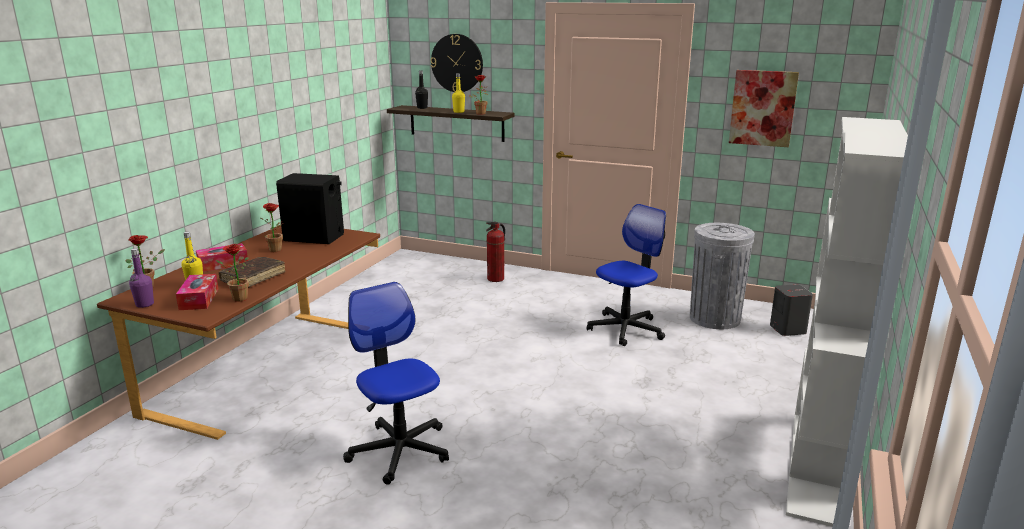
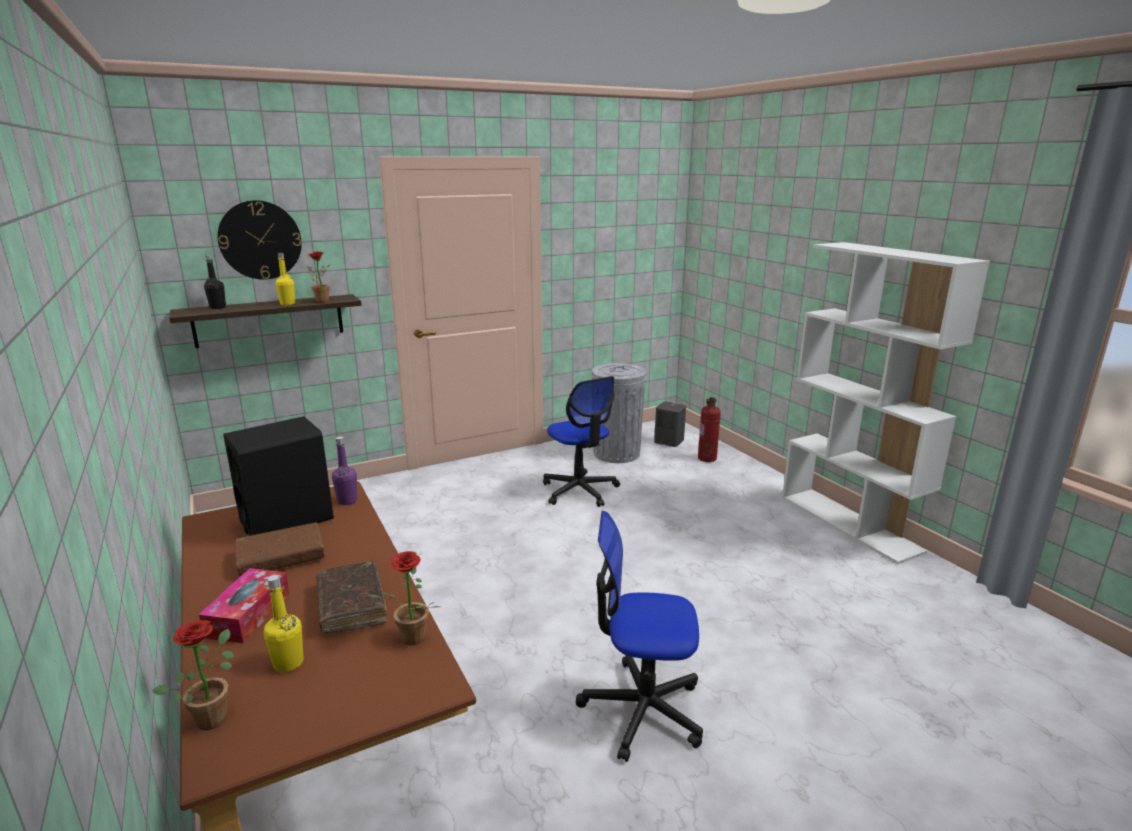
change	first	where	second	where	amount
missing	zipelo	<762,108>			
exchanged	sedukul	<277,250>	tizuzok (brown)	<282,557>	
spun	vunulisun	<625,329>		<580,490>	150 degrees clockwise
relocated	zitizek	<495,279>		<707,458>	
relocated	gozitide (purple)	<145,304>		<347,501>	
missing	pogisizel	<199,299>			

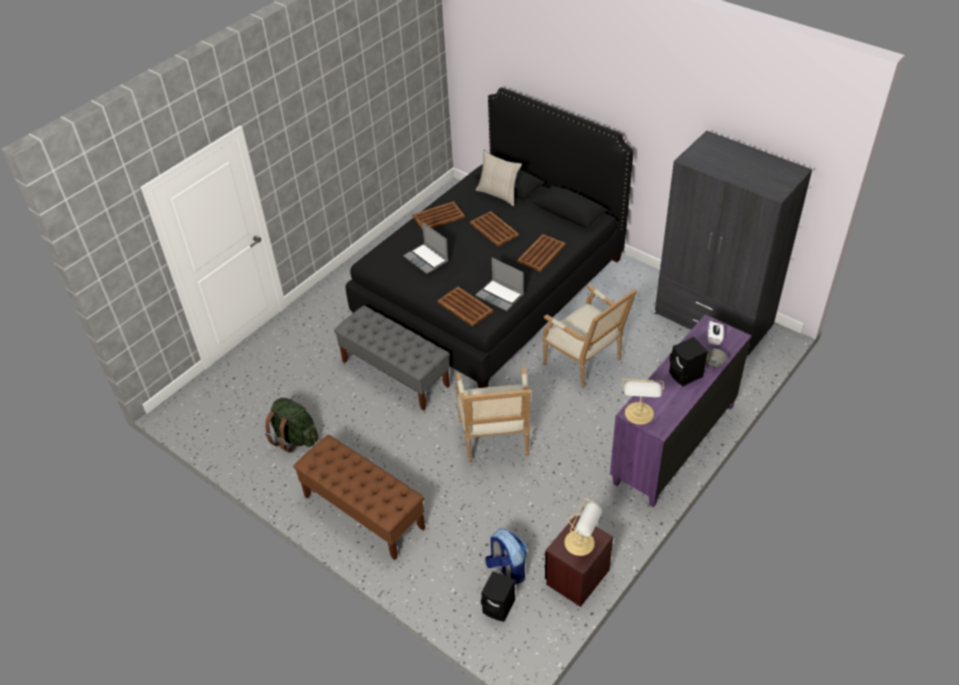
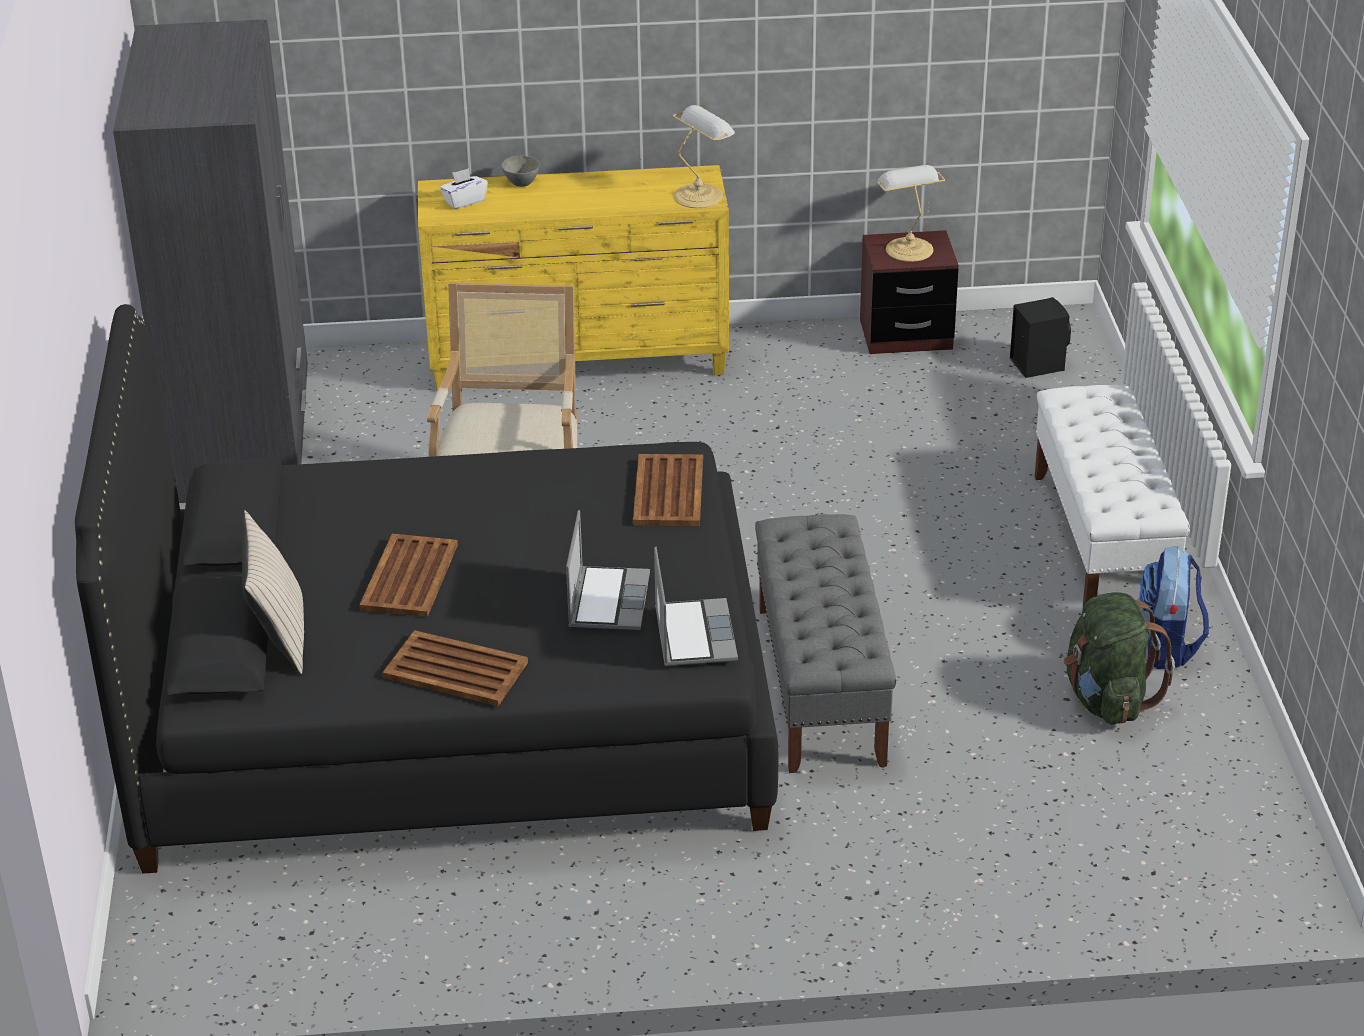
change	first	where	second	where	amount
missing	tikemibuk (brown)	<541,253>			
relocated	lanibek	<500,295>		<693,634>	
colour	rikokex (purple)	<673,444>	rikokex (yellow)	<580,362>	
missing	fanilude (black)	<686,375>			
missing	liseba	<496,441>			
colour	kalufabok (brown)	<363,512>	kalufabok (white)	<1102,542>	
relocated	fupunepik	<507,569>		<1166,647>	

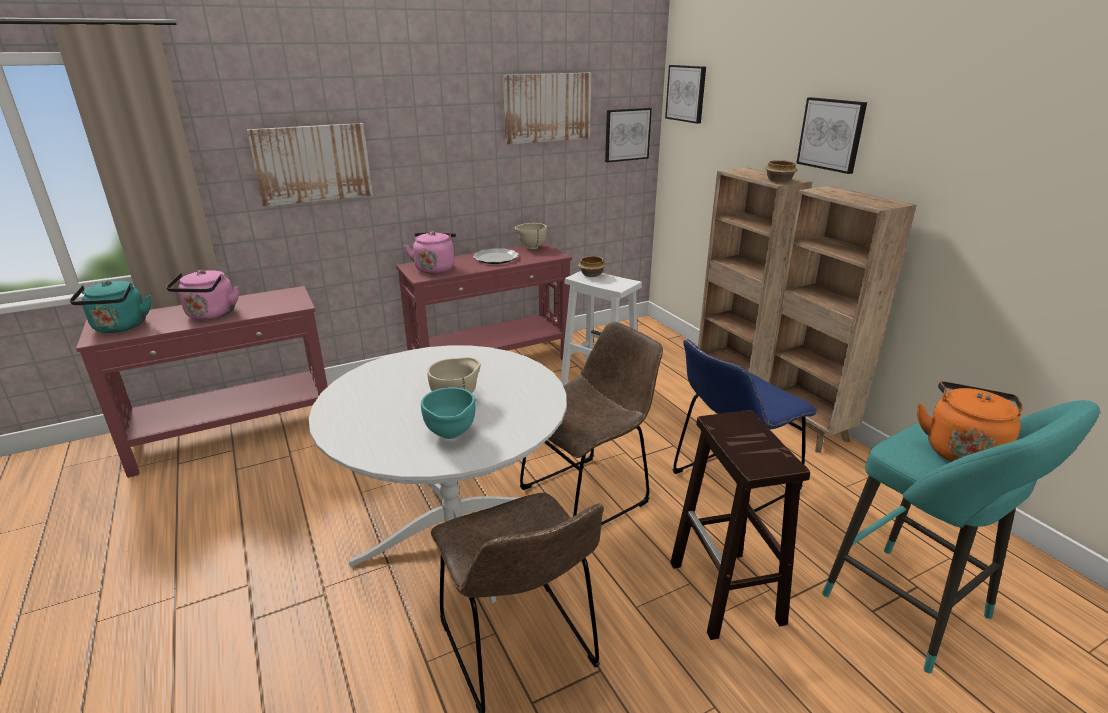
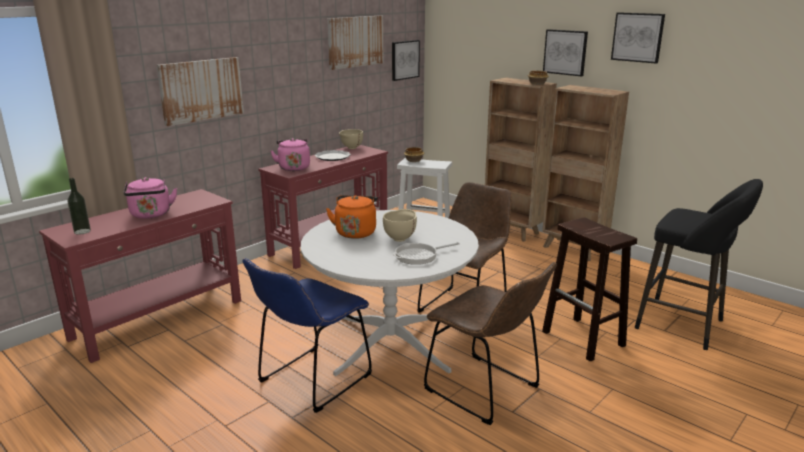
change	first	where	second	where	amount
relocated	zipelo	<686,93>		<637,37>	
exchanged	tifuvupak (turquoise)	<120,328>	gozitide	<82,231>	
relocated	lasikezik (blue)	<730,484>		<311,381>	
relocated	tifuvupak (orange)	<962,450>		<355,232>	
exchanged	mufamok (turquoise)	<450,436>	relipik	<419,256>	
colour	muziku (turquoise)	<914,611>	muziku (black)	<685,326>	

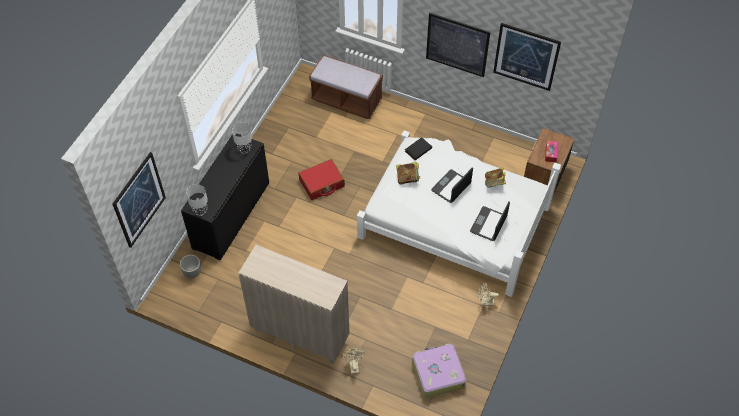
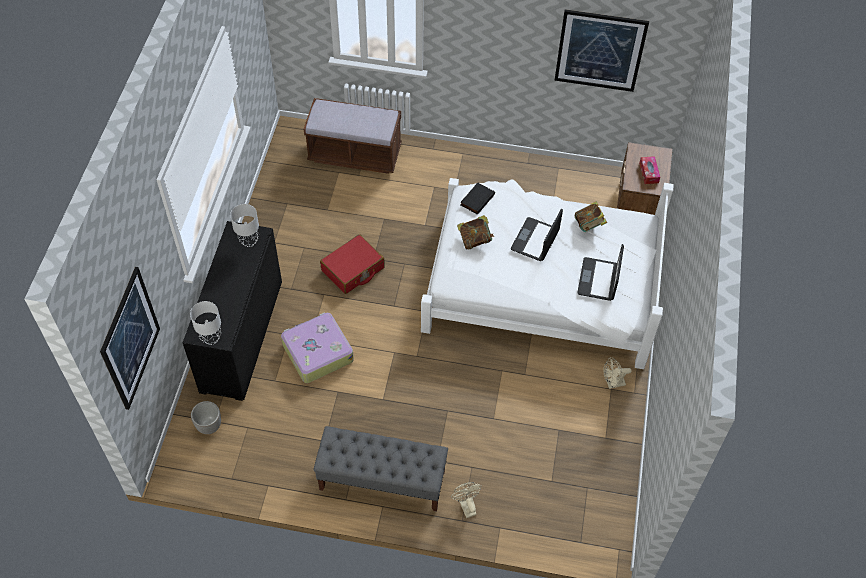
change	first	where	second	where	amount
missing	zipelo	<457,44>			
exchanged	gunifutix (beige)	<299,335>	kalufabok (grey)	<382,480>	
relocated	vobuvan	<437,373>		<317,352>	

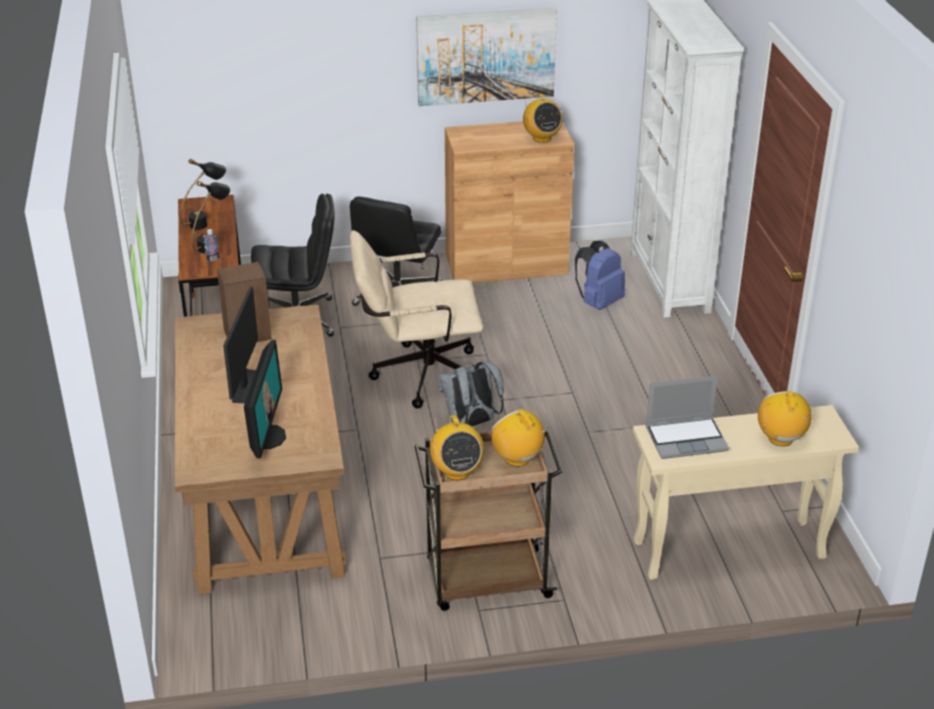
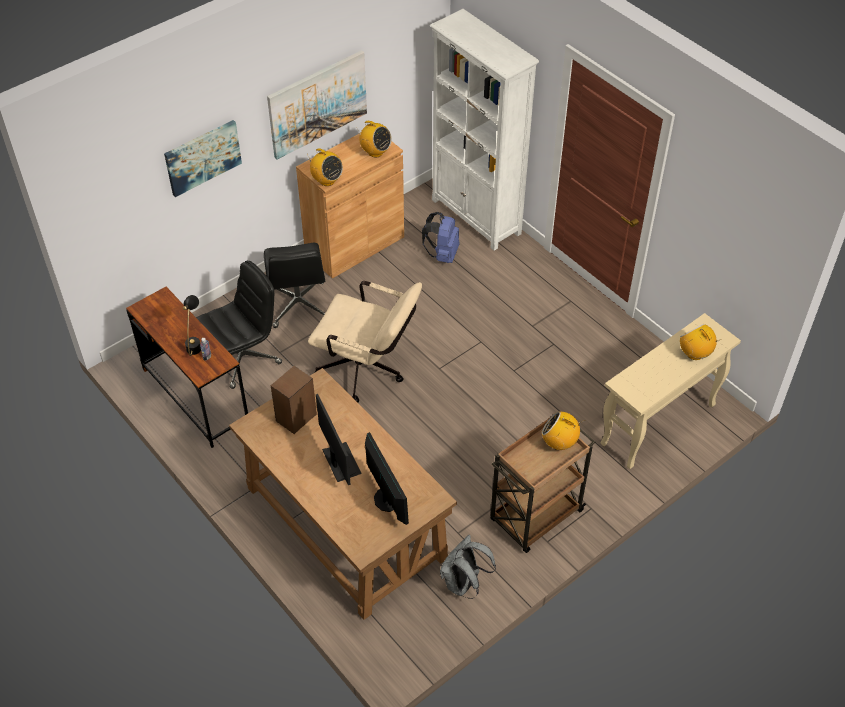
change	first	where	second	where	amount
missing	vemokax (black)	<206,222>			
spun	vunulisun (beige)	<417,375>		<368,371>	120 degrees counterclockwise
relocated	fupunepik (grey)	<471,423>		<463,584>	
missing	lanibek	<687,438>			
relocated	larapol	<457,471>		<327,181>	
appeared			zipelo	<202,157>	

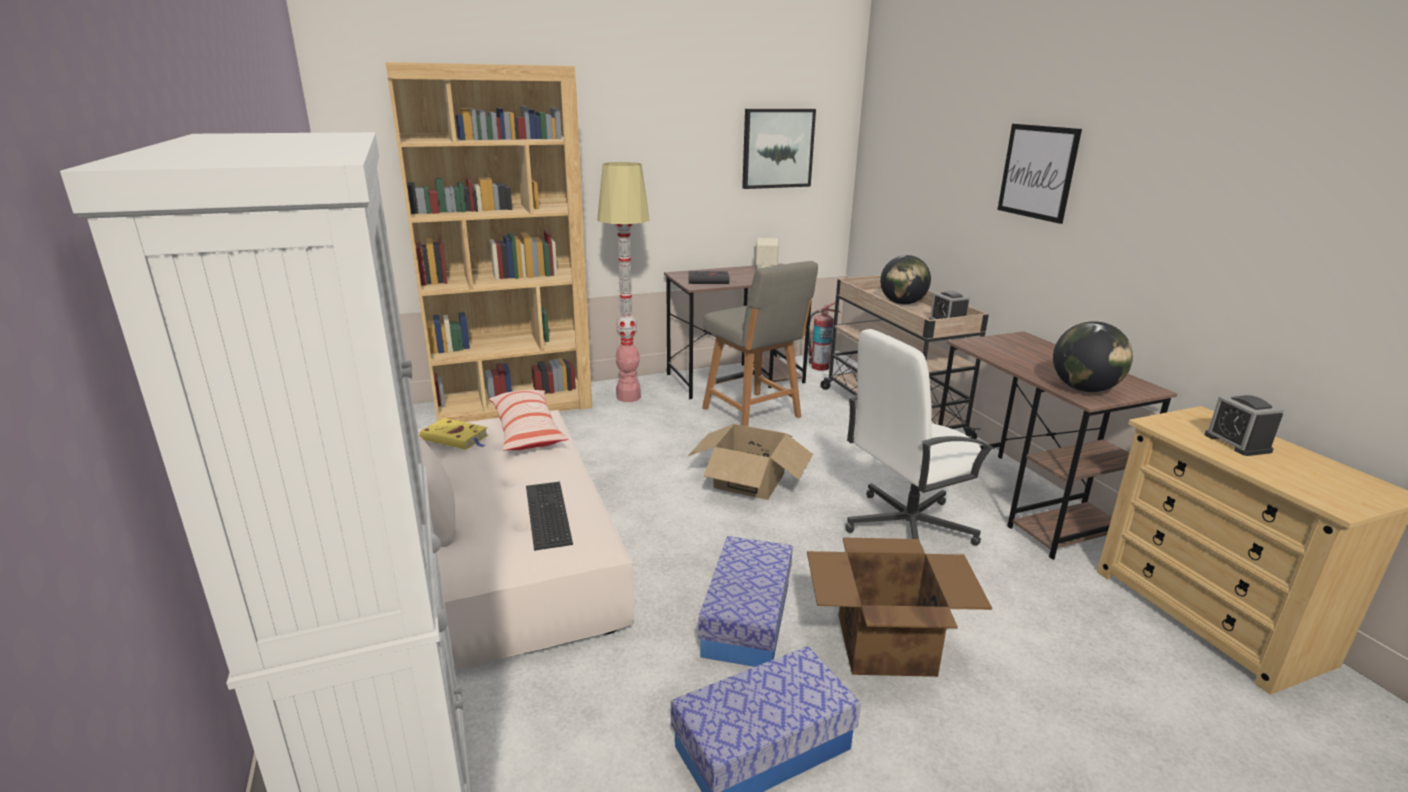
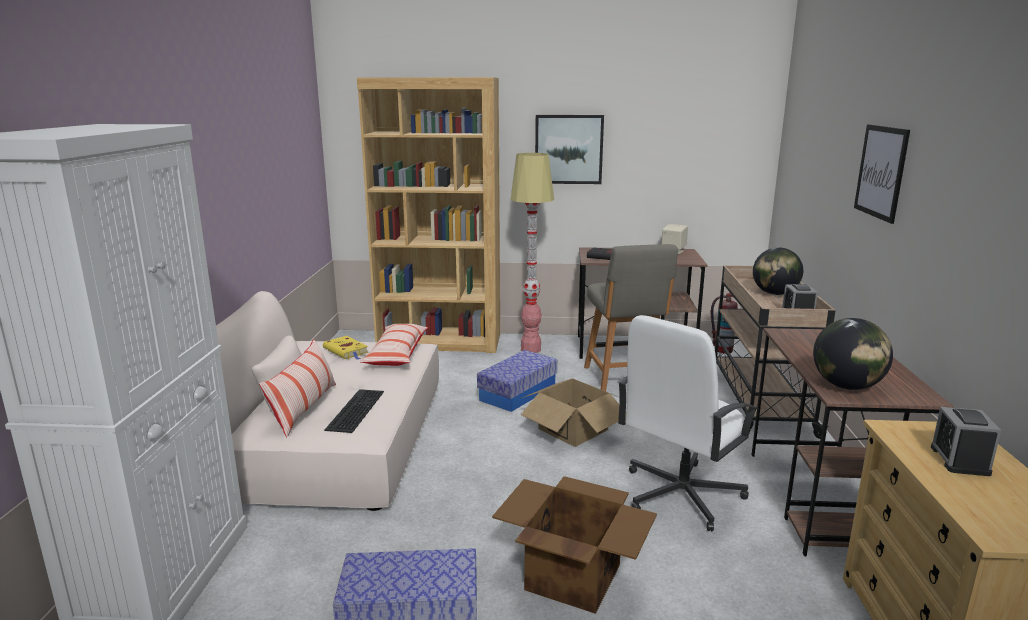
change	first	where	second	where	amount
relocated	zipelo	<777,148>		<568,149>	
spun	vunulisun (white)	<906,527>		<680,495>	45 degrees counterclockwise
relocated	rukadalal	<746,619>		<518,393>	
appeared			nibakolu	<304,408>	

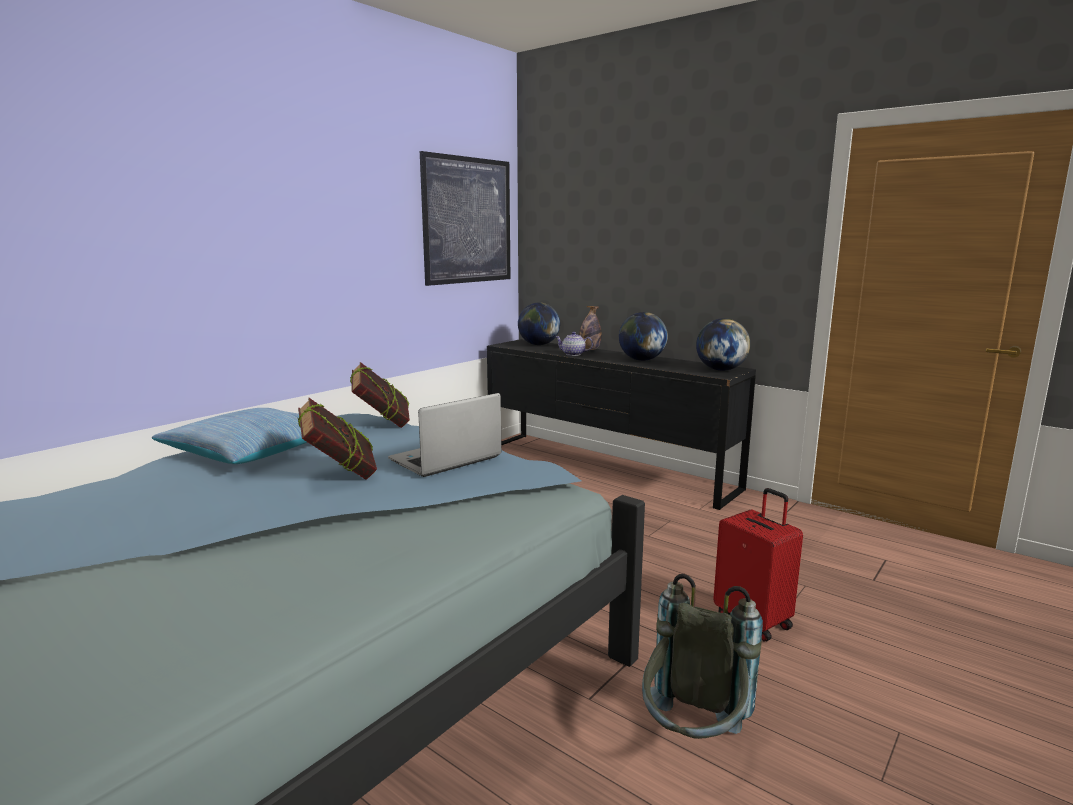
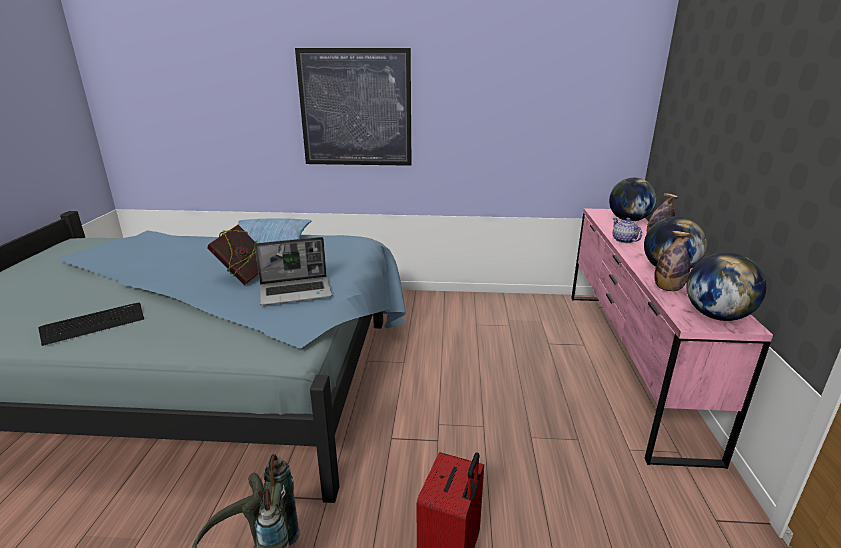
change	first	where	second	where	amount
relocated	zipelo	<467,220>		<355,108>	
colour	rikokex (black)	<605,467>	rikokex (pink)	<629,361>	
missing	tizuzok	<382,425>			
spun	lanibek	<445,460>		<296,292>	150 degrees clockwise
appeared			gozitide	<667,289>	
appeared			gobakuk	<93,324>	

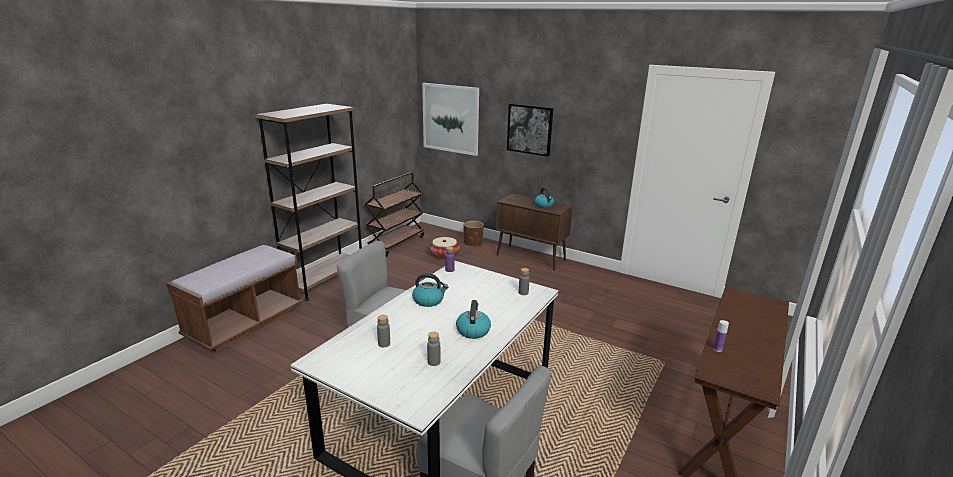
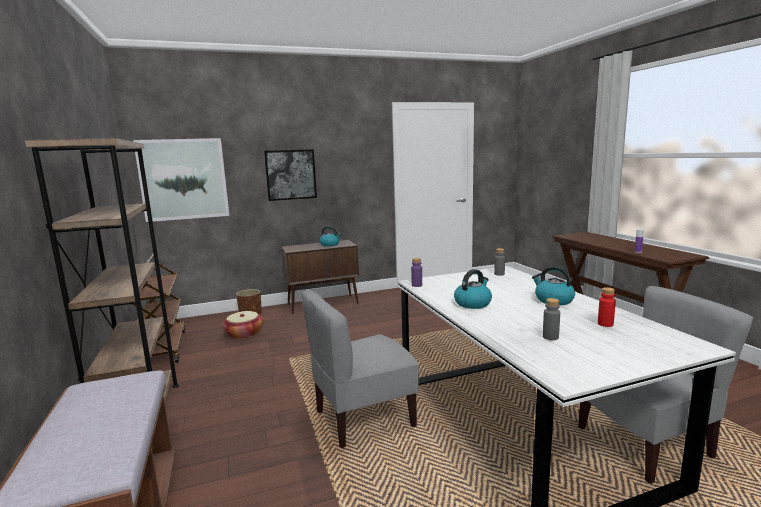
change	first	where	second	where	amount
colour	gozitide (grey)	<434,362>	gozitide (red)	<605,324>	

